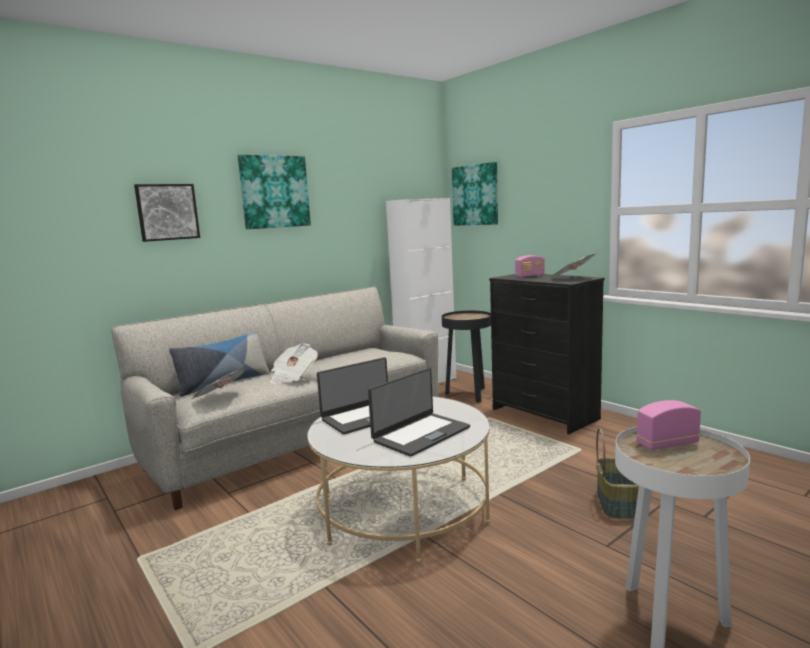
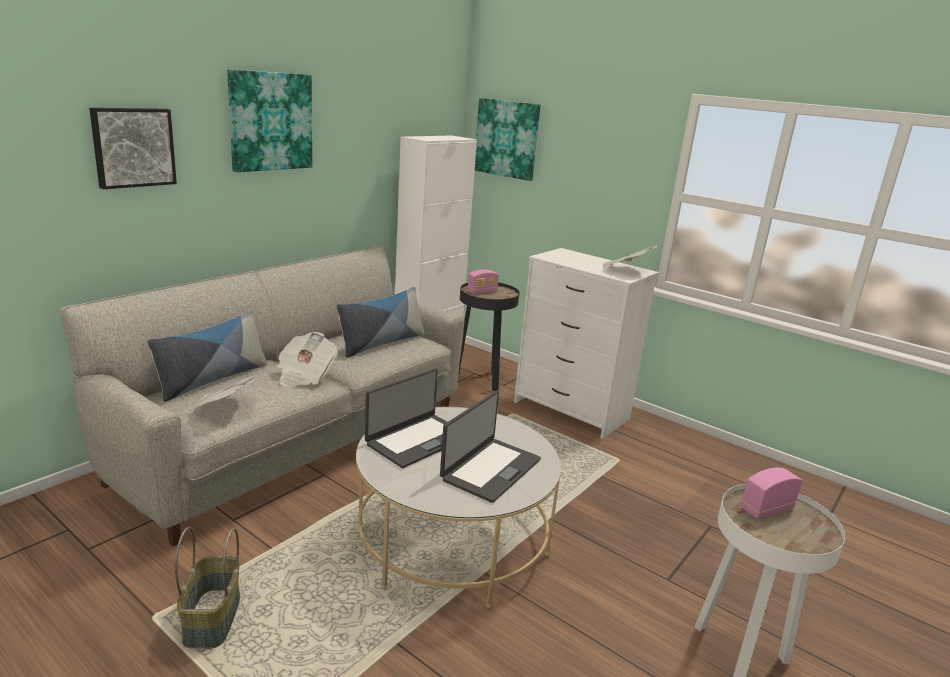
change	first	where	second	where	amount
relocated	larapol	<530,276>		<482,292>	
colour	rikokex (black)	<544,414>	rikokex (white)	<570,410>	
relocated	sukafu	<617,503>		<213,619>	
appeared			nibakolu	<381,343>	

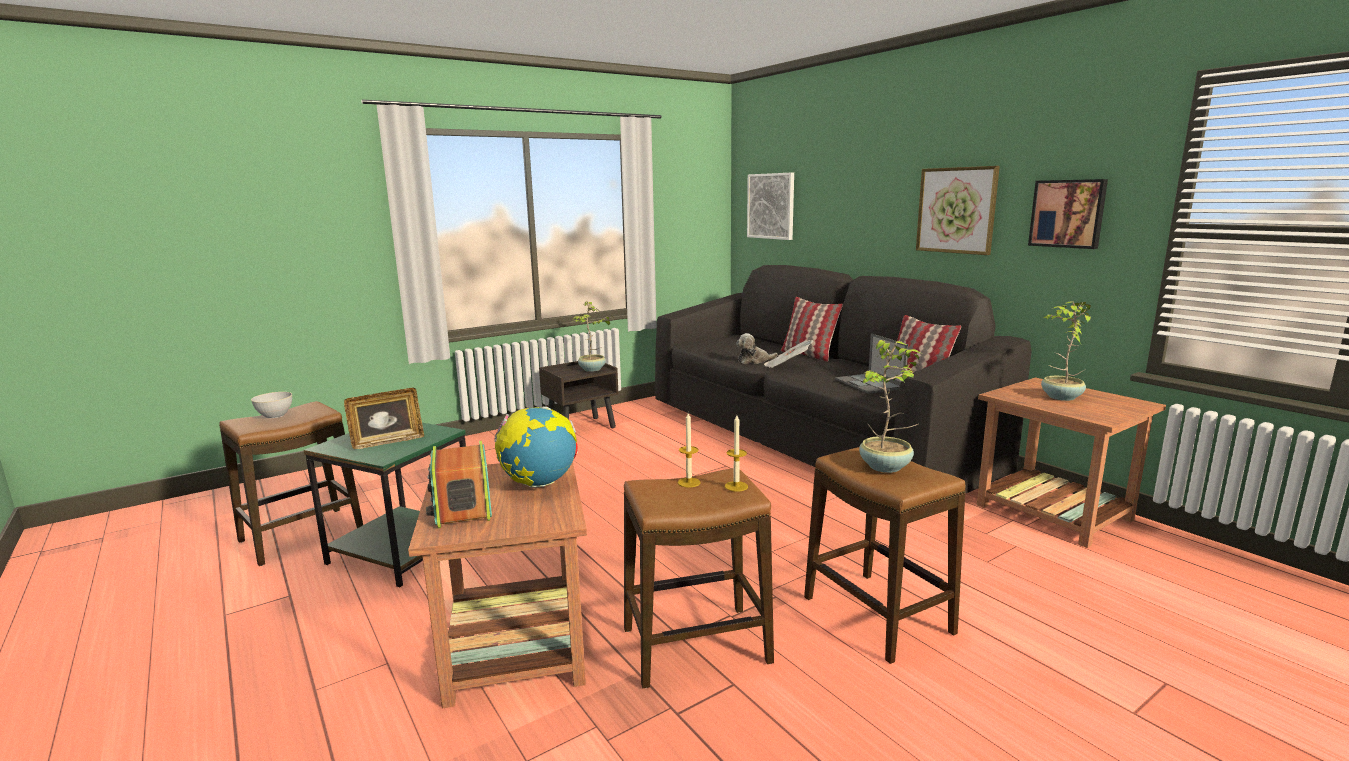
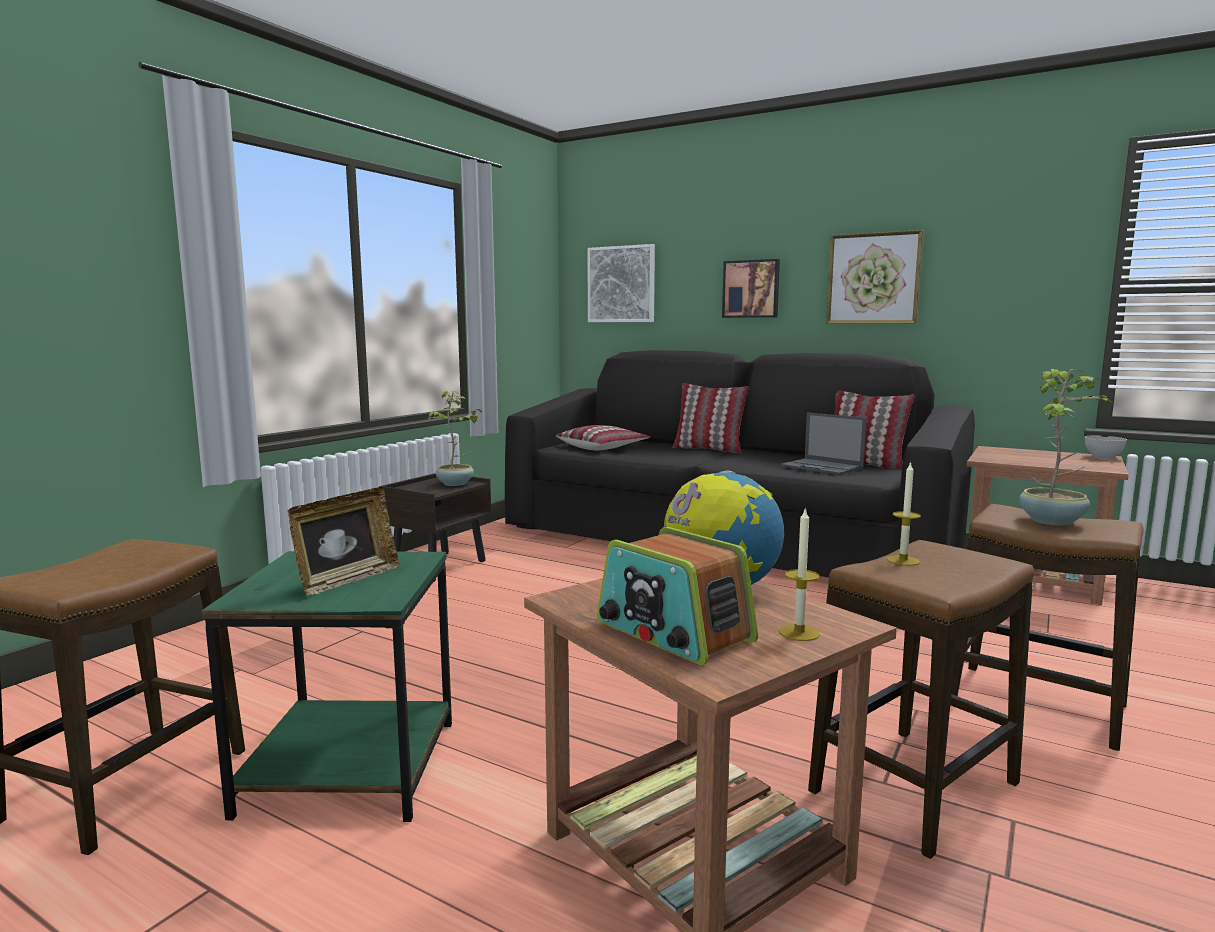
change	first	where	second	where	amount
relocated	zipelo	<1068,213>		<751,289>	
missing	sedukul	<1060,397>			
missing	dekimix	<754,361>			
missing	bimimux	<787,366>			
relocated	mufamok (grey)	<275,415>		<1103,457>	
relocated	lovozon	<736,486>		<799,633>	
appeared			nibakolu	<603,447>	

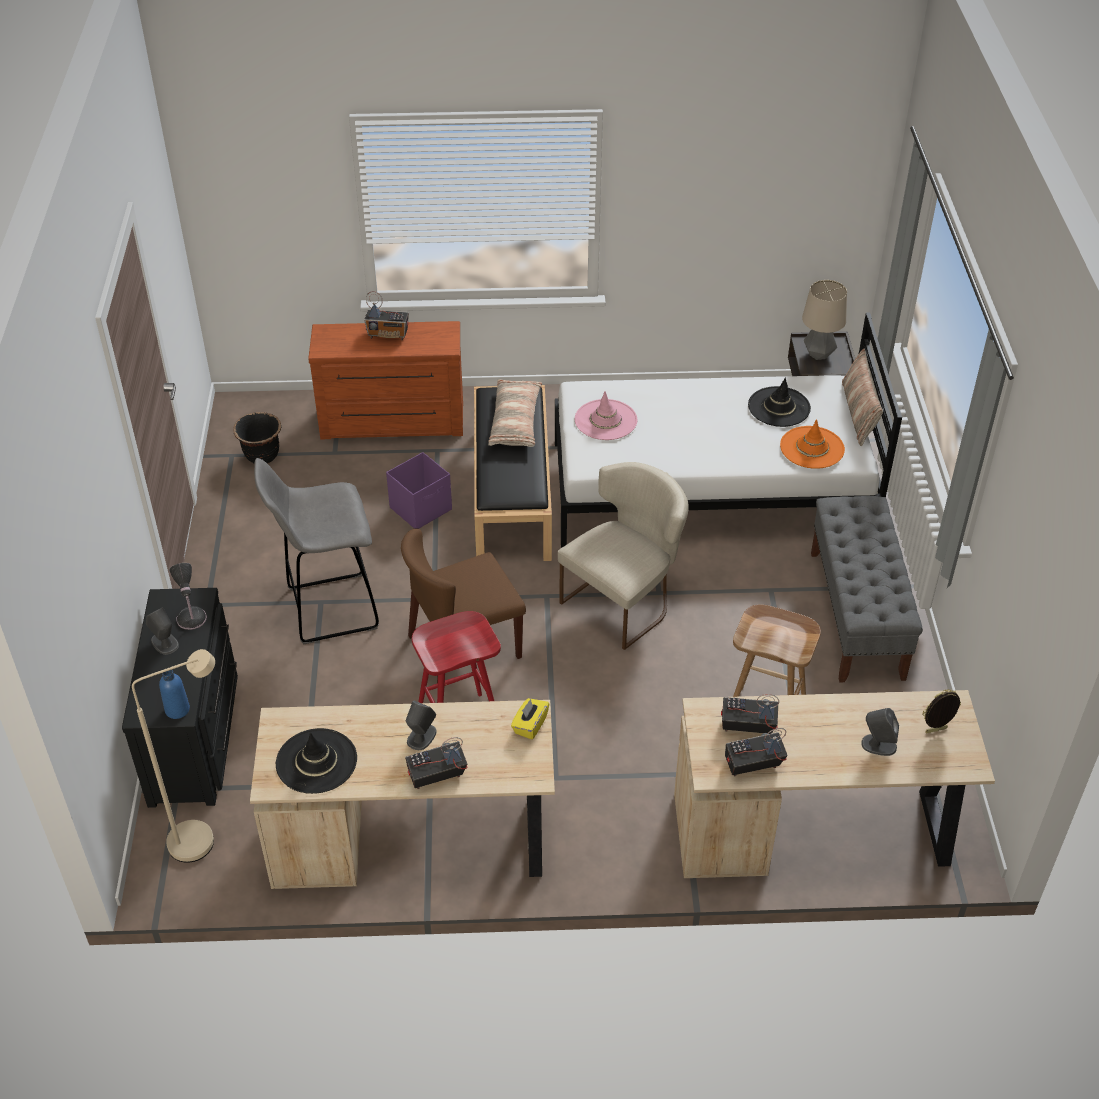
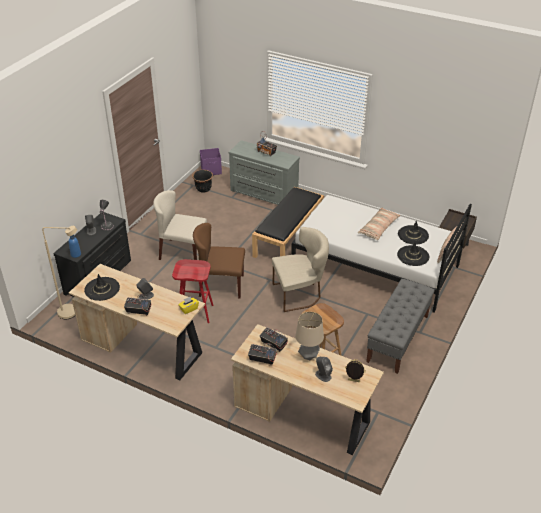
change	first	where	second	where	amount
relocated	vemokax	<818,354>		<308,356>	
colour	rikokex (brown)	<392,422>	rikokex (grey)	<263,194>	
relocated	nibakolu	<515,421>		<379,228>	
missing	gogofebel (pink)	<606,420>			
colour	gogofebel (orange)	<812,448>	gogofebel (black)	<413,256>	
relocated	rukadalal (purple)	<421,508>		<211,170>	
exchanged	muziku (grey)	<329,609>	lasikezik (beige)	<182,252>	

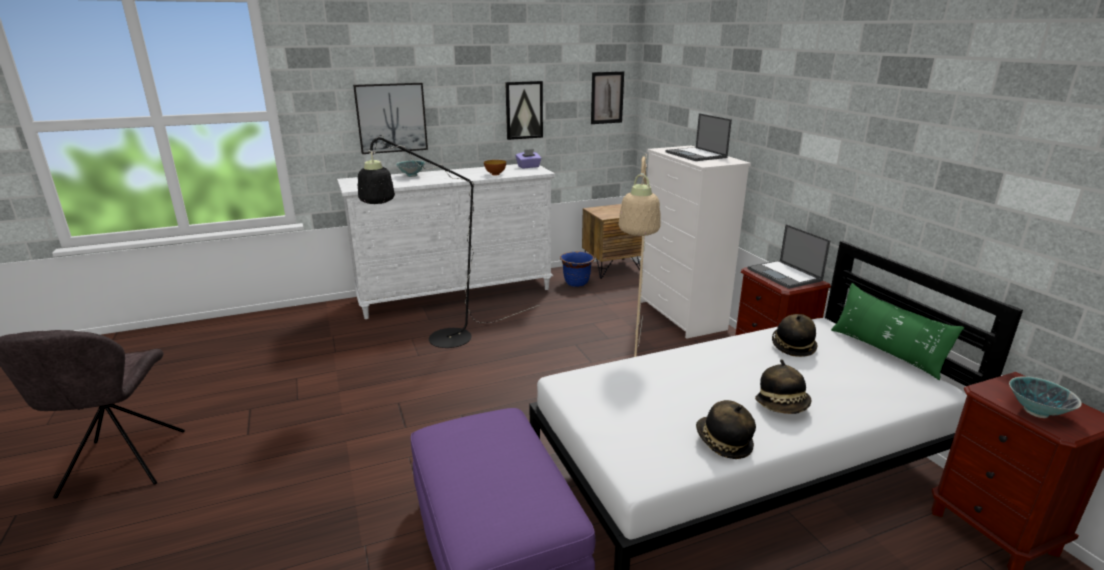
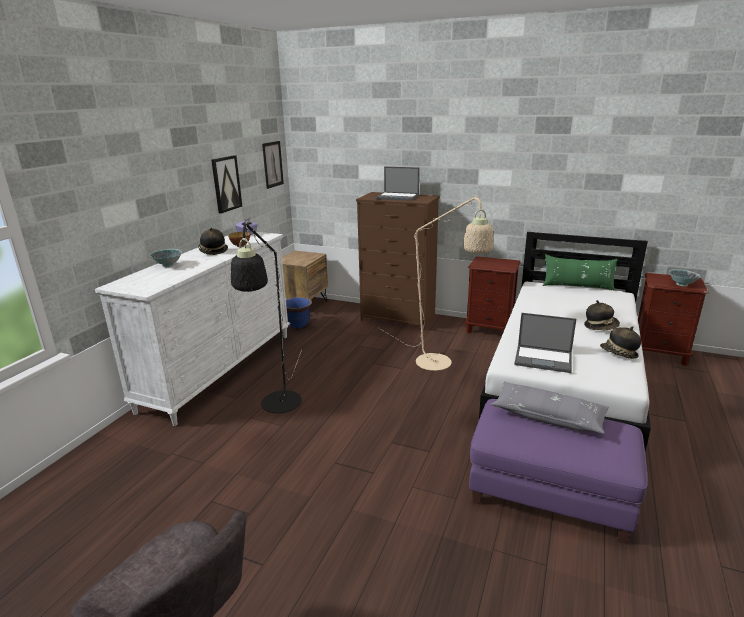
change	first	where	second	where	amount
missing	zipelo	<391,118>			
colour	rikokex (white)	<681,315>	rikokex (brown)	<398,318>	
relocated	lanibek	<785,275>		<544,359>	
relocated	gogofebel	<793,346>		<213,251>	
appeared			nibakolu (grey)	<548,416>	

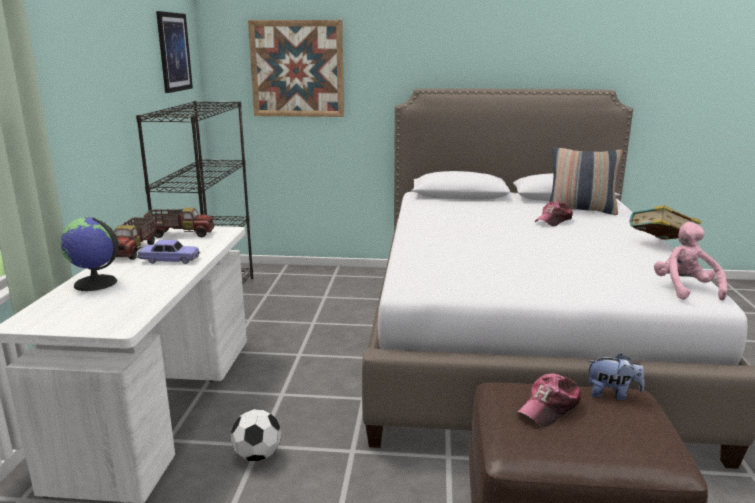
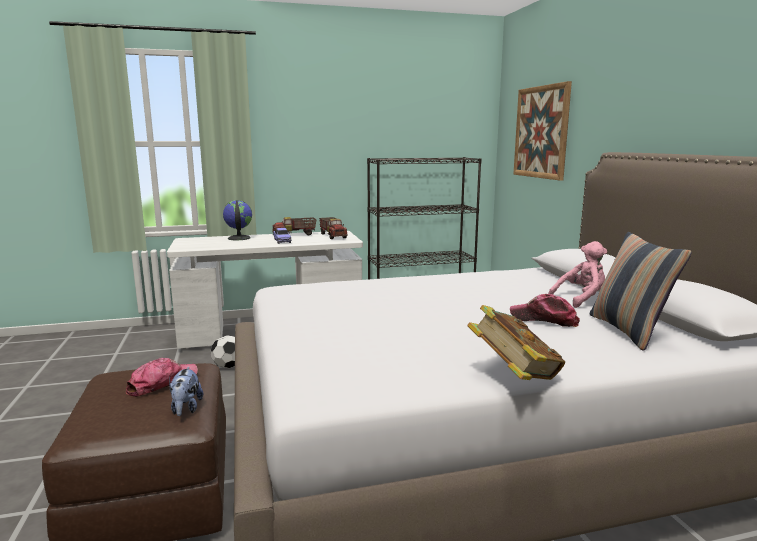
change	first	where	second	where	amount
missing	zipelo	<174,52>			
relocated	dekimix (pink)	<684,289>		<581,299>	
spun	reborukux	<549,407>		<162,383>	105 degrees clockwise

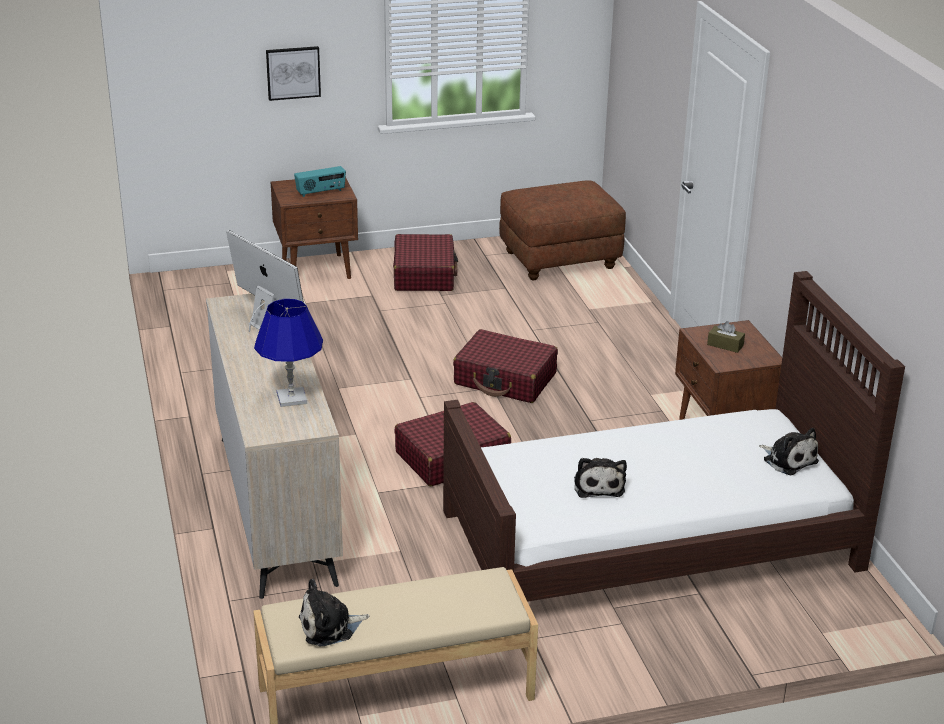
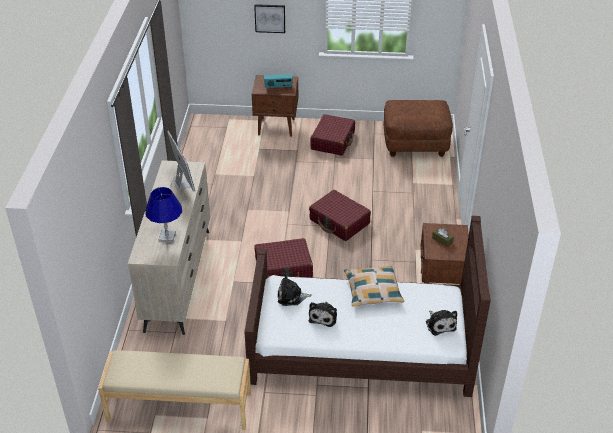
change	first	where	second	where	amount
relocated	dekimix	<330,627>		<291,296>	
appeared			nibakolu	<373,291>	

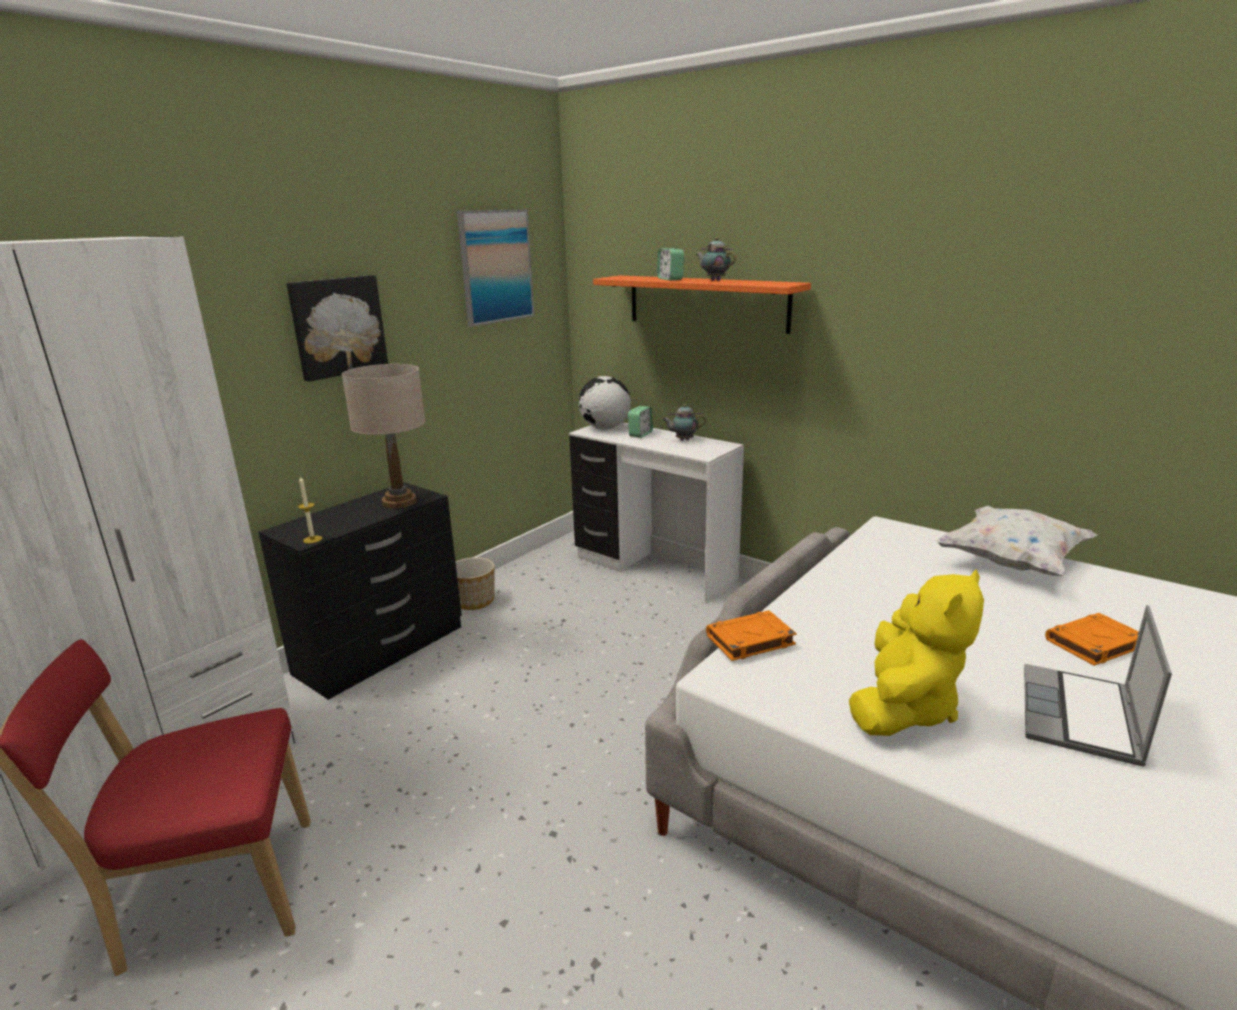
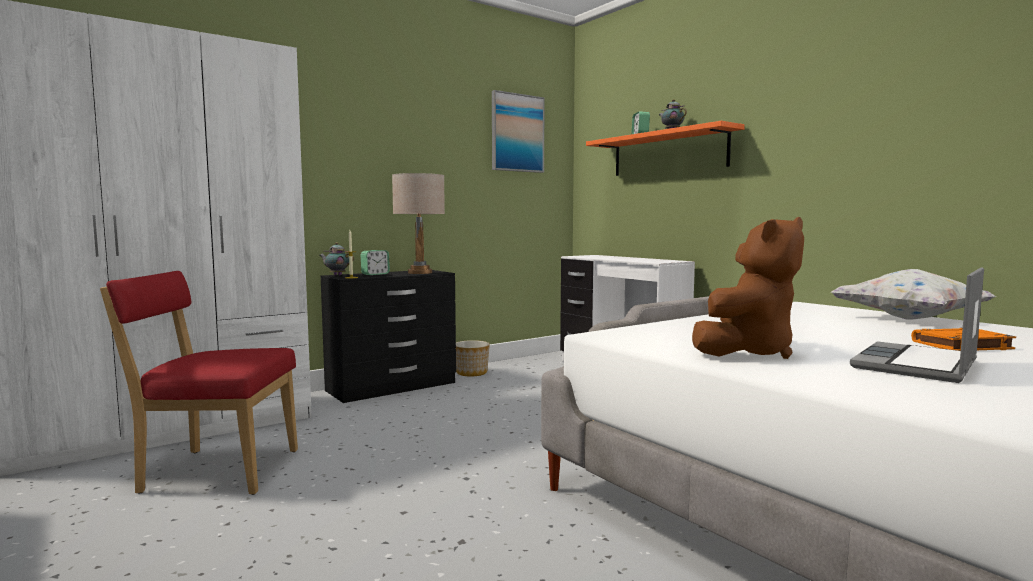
change	first	where	second	where	amount
missing	zipelo	<337,326>			
missing	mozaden	<605,428>			
relocated	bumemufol	<683,440>		<336,275>	
relocated	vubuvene	<640,434>		<375,274>	
colour	dekimix (yellow)	<904,708>	dekimix (brown)	<747,352>	
missing	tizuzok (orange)	<749,640>			

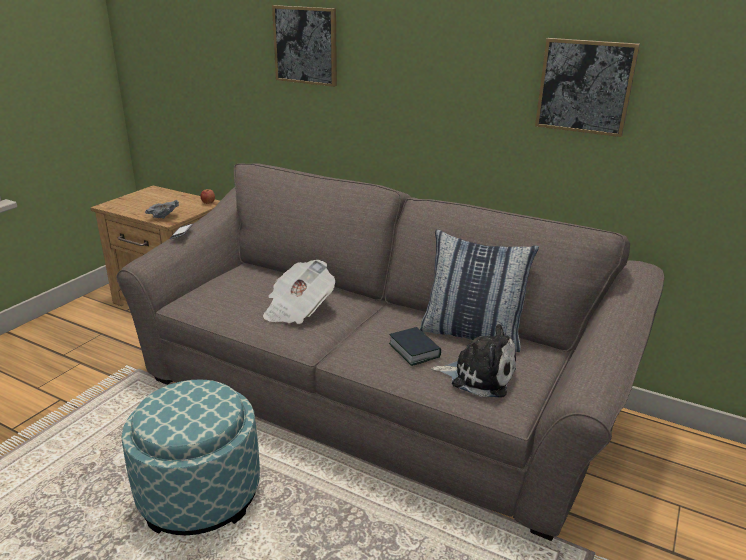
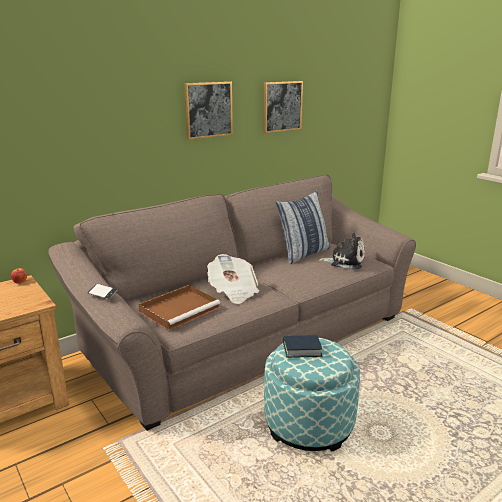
change	first	where	second	where	amount
relocated	zipelo	<306,45>		<208,109>	
missing	mufamok (grey)	<163,217>			
spun	dekimix	<479,375>		<344,261>	60 degrees clockwise
relocated	tizuzok	<414,350>		<302,350>	
appeared			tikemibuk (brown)	<180,309>	

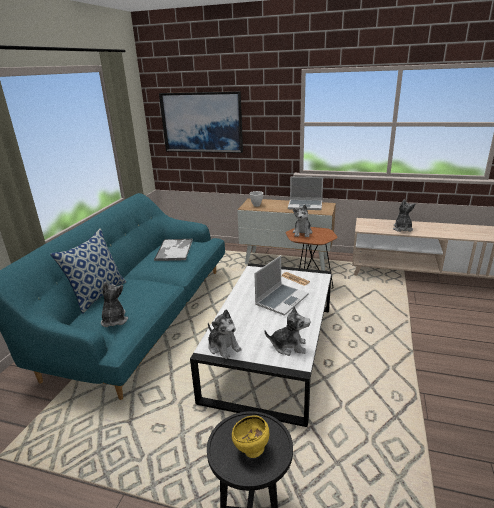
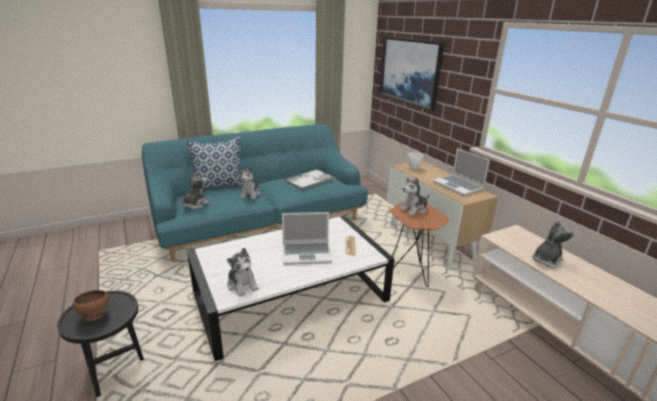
change	first	where	second	where	amount
relocated	dekimix	<223,347>		<250,194>	
colour	mufamok (yellow)	<251,450>	mufamok (brown)	<94,316>	

